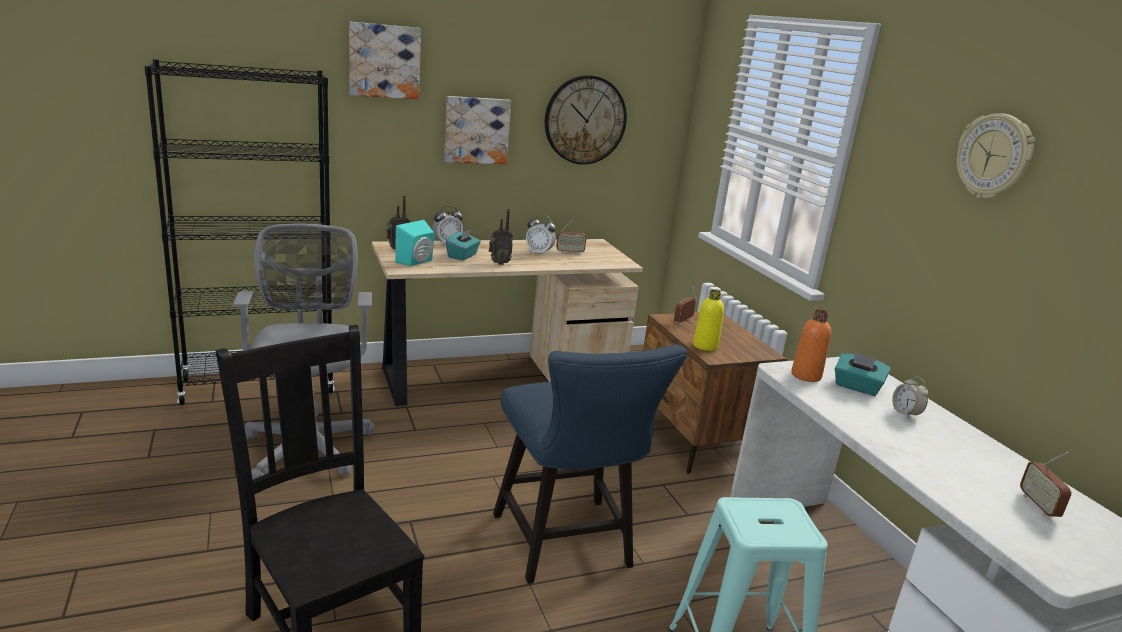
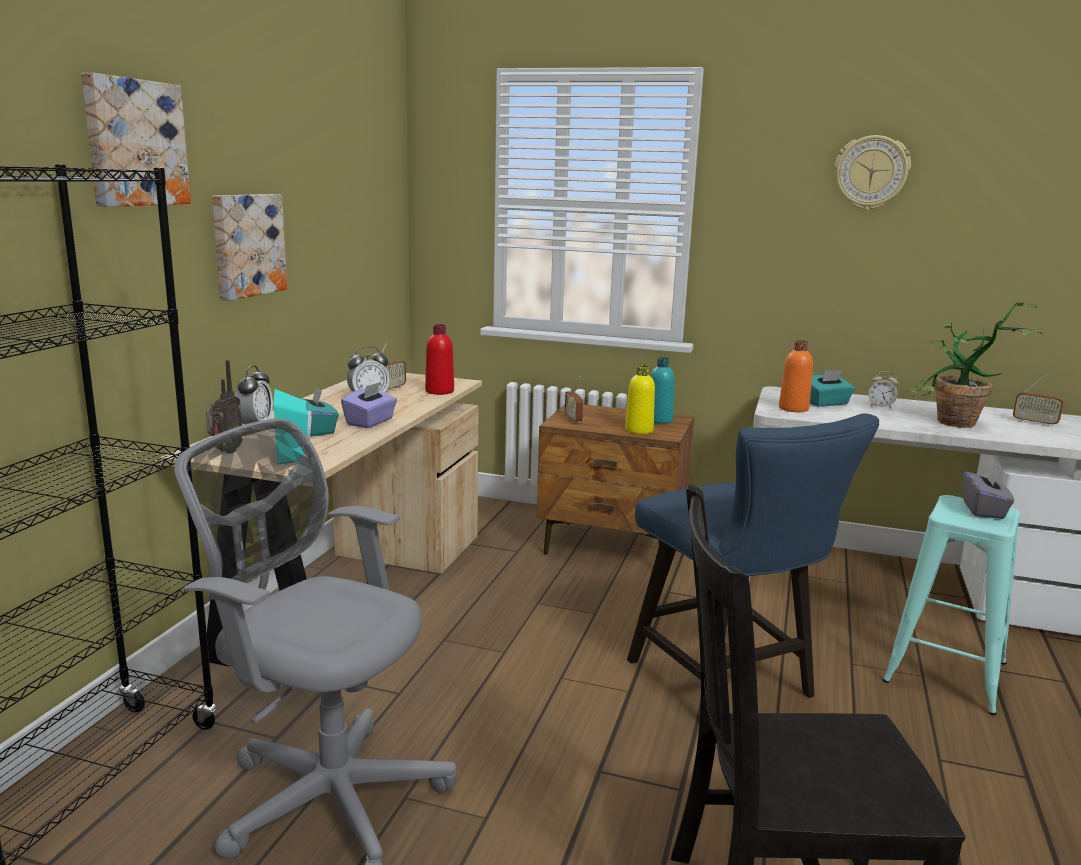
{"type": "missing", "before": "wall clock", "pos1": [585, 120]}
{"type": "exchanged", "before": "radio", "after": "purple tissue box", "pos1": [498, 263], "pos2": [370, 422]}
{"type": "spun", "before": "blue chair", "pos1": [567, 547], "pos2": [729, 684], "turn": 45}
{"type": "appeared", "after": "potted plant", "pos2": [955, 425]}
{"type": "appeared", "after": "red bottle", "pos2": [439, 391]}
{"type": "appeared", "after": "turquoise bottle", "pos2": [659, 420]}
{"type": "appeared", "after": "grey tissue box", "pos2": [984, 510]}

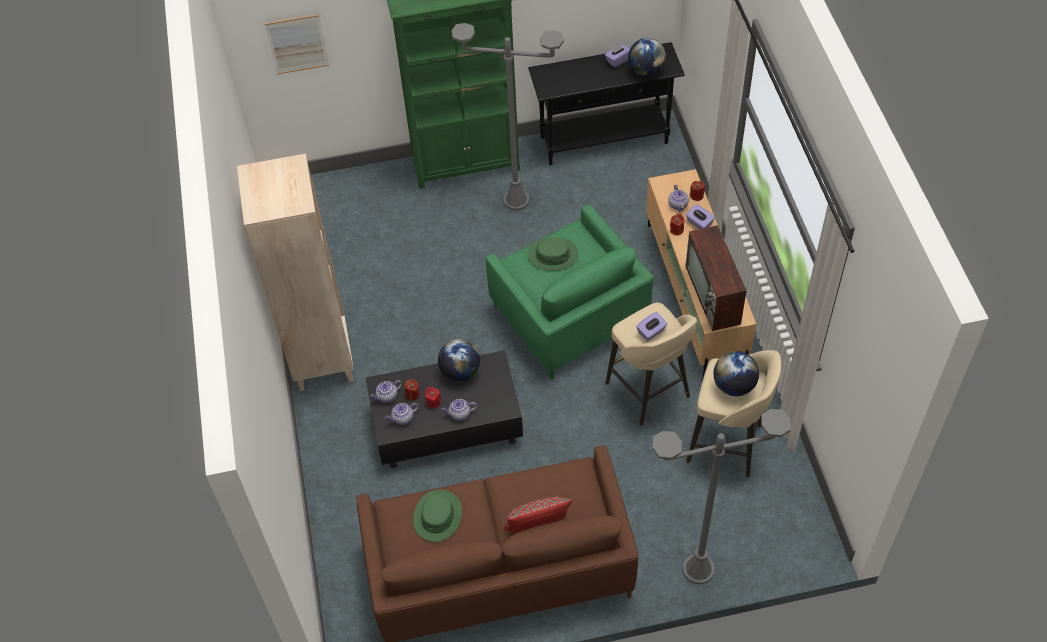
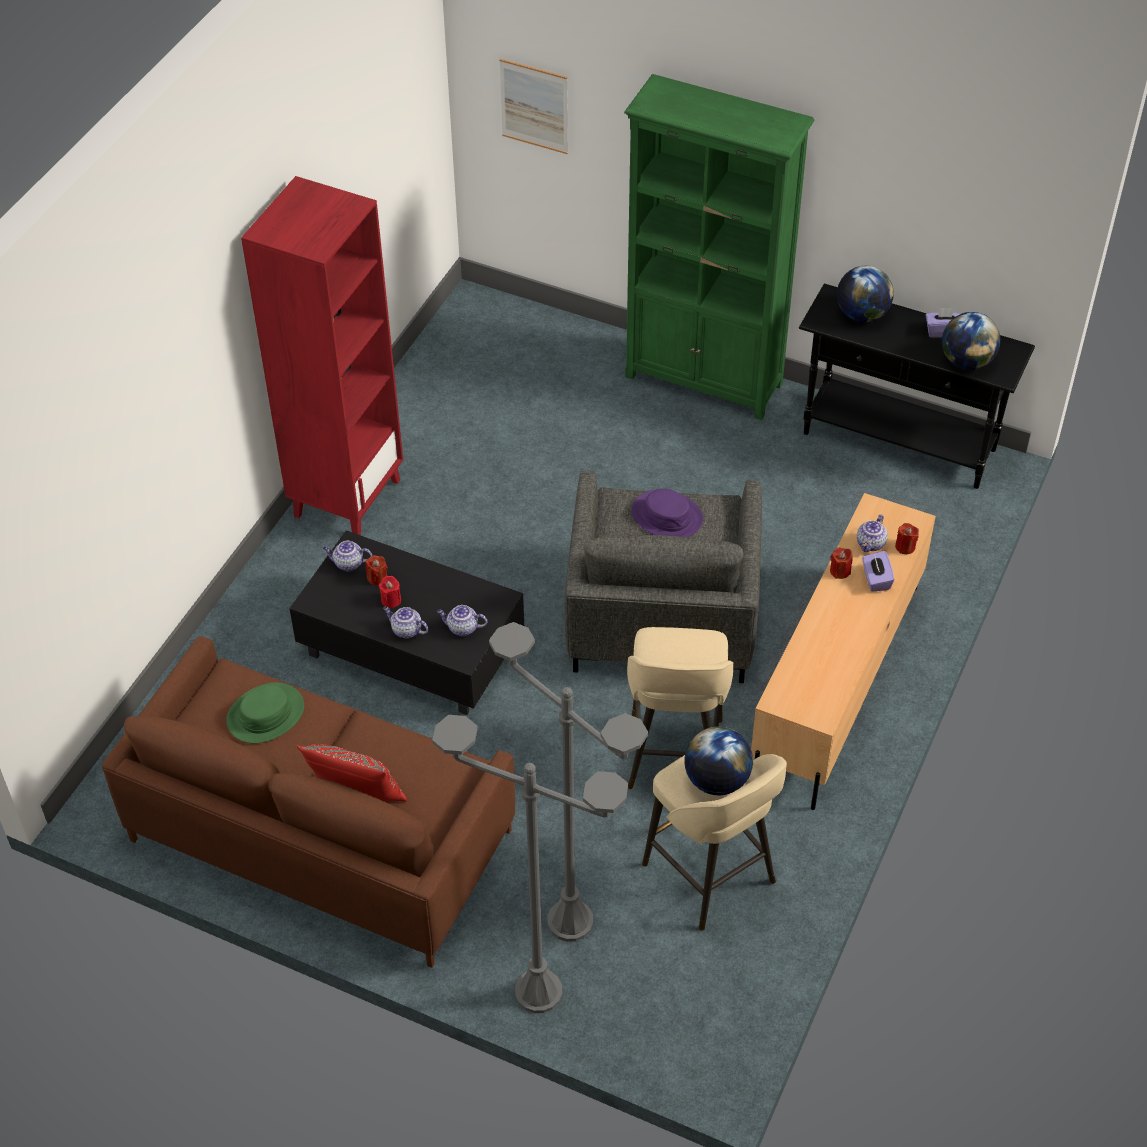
{"type": "relocated", "before": "grey floor lamp", "pos1": [516, 200], "pos2": [570, 921]}
{"type": "colour", "before": "beige bookcase", "after": "red bookcase", "pos1": [321, 359], "pos2": [347, 497]}
{"type": "colour", "before": "green armchair", "after": "grey armchair", "pos1": [568, 316], "pos2": [661, 615]}
{"type": "missing", "before": "television", "pos1": [713, 296]}
{"type": "colour", "before": "green hat", "after": "purple hat", "pos1": [552, 255], "pos2": [667, 516]}
{"type": "missing", "before": "purple tissue box", "pos1": [651, 332]}
{"type": "relocated", "before": "globe", "pos1": [460, 371], "pos2": [862, 315]}
{"type": "relocated", "before": "teapot", "pos1": [402, 418], "pos2": [462, 628]}

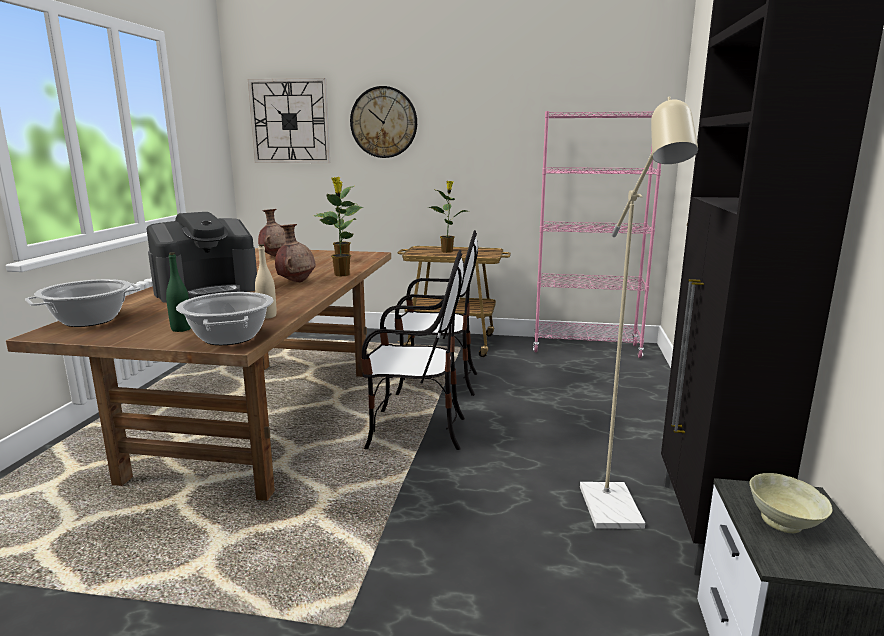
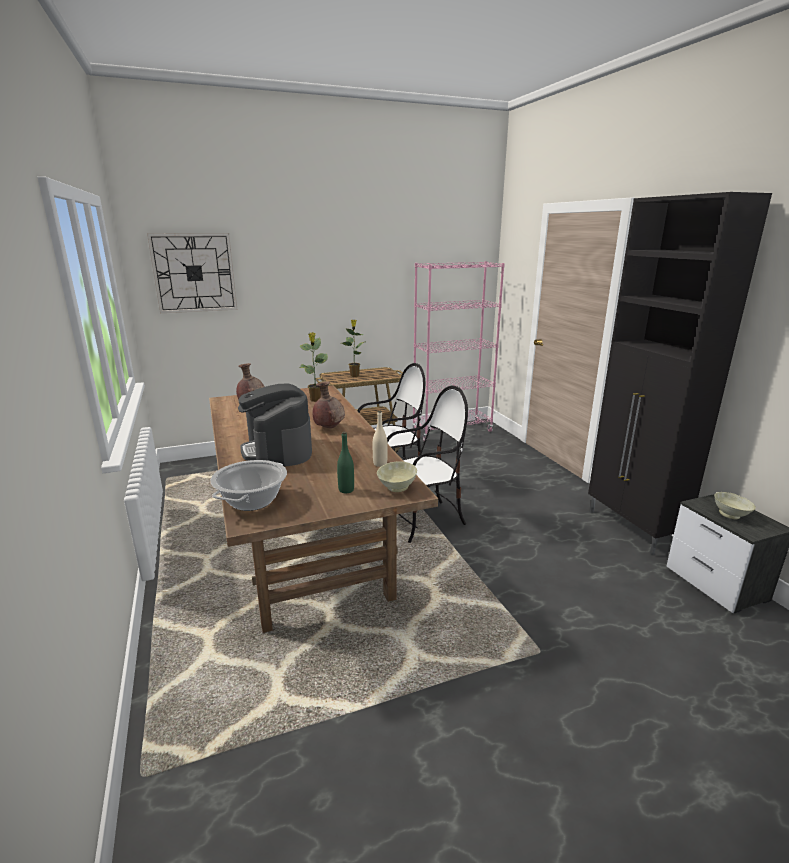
{"type": "missing", "before": "wall clock", "pos1": [384, 122]}
{"type": "missing", "before": "beige floor lamp", "pos1": [614, 515]}
{"type": "missing", "before": "potted plant", "pos1": [342, 274]}
{"type": "spun", "before": "coffee machine", "pos1": [207, 290], "pos2": [278, 450], "turn": 135}
{"type": "exchanged", "before": "cooking pot", "after": "beige bowl", "pos1": [229, 337], "pos2": [396, 488]}

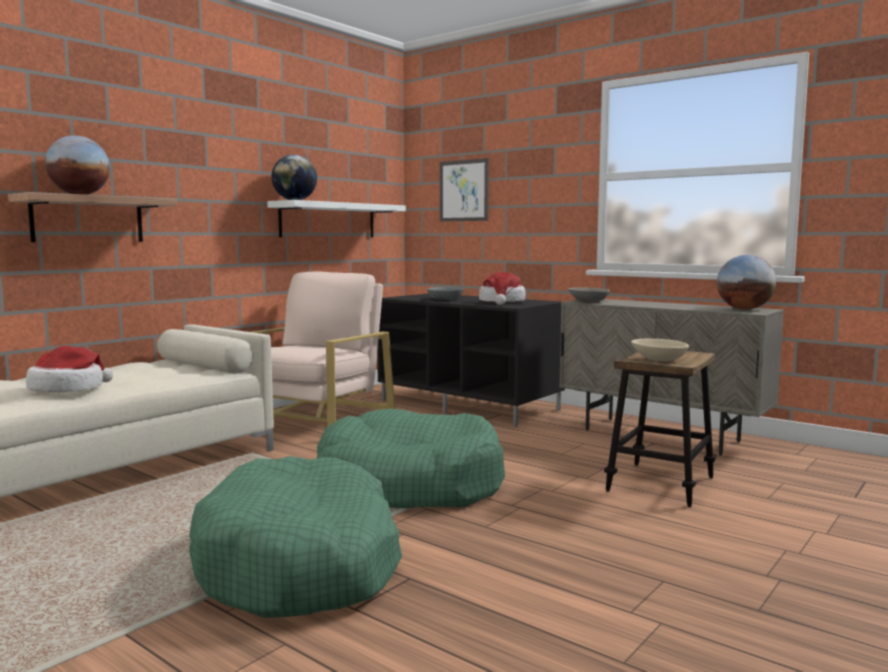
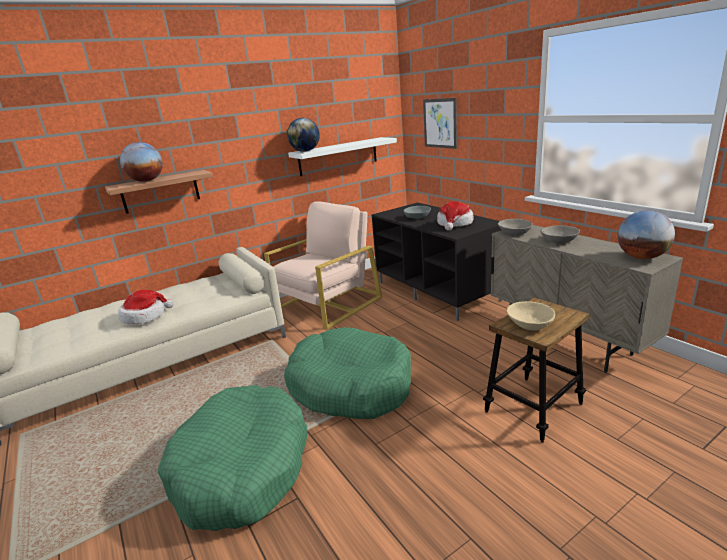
{"type": "appeared", "after": "grey bowl", "pos2": [559, 240]}

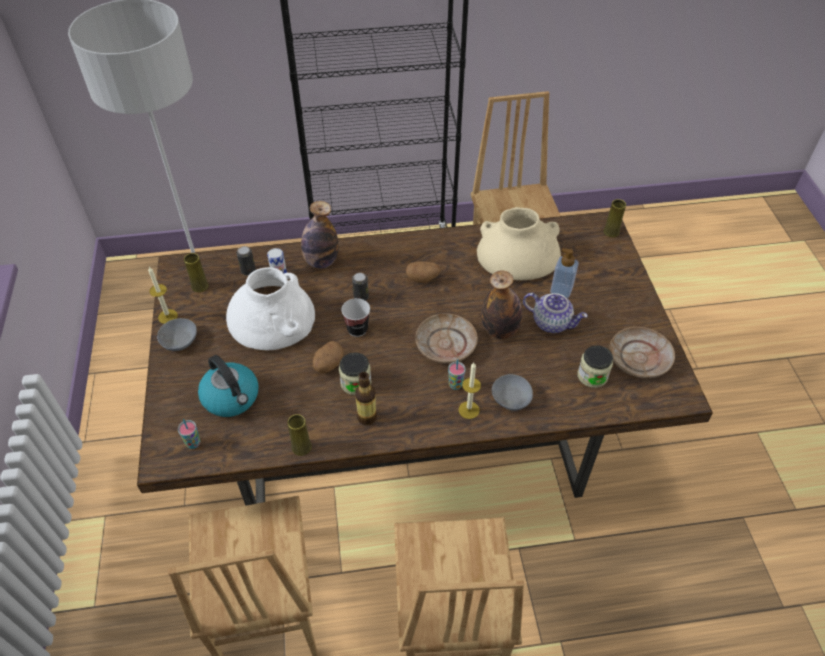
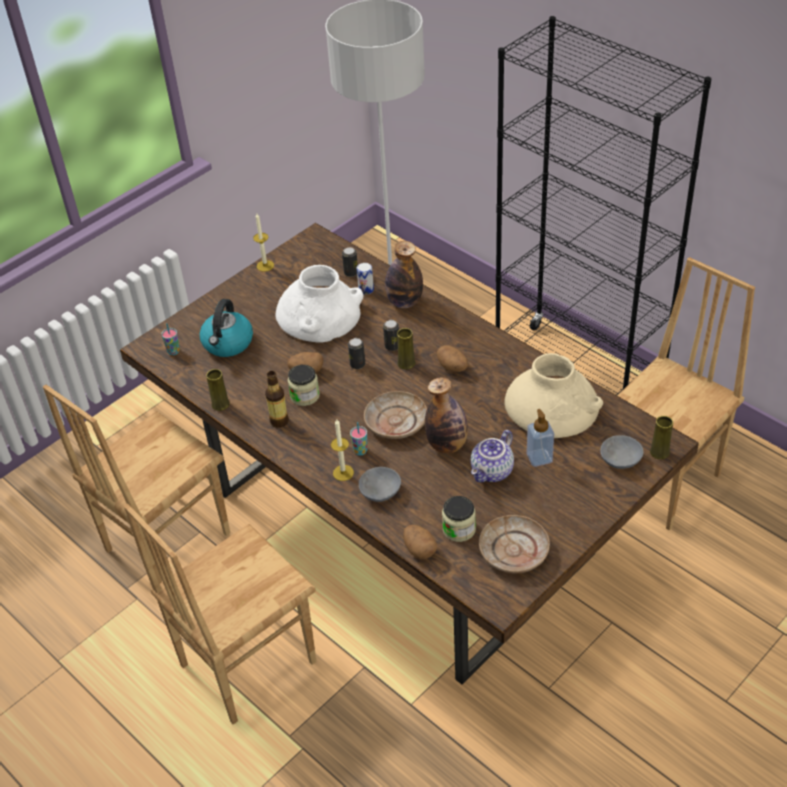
{"type": "relocated", "before": "yellow vase", "pos1": [200, 286], "pos2": [406, 363]}
{"type": "spun", "before": "teapot", "pos1": [552, 322], "pos2": [492, 472], "turn": 45}
{"type": "exchanged", "before": "cup", "after": "can", "pos1": [357, 329], "pos2": [357, 364]}
{"type": "relocated", "before": "grey bowl", "pos1": [180, 341], "pos2": [620, 460]}
{"type": "appeared", "after": "potato", "pos2": [420, 549]}

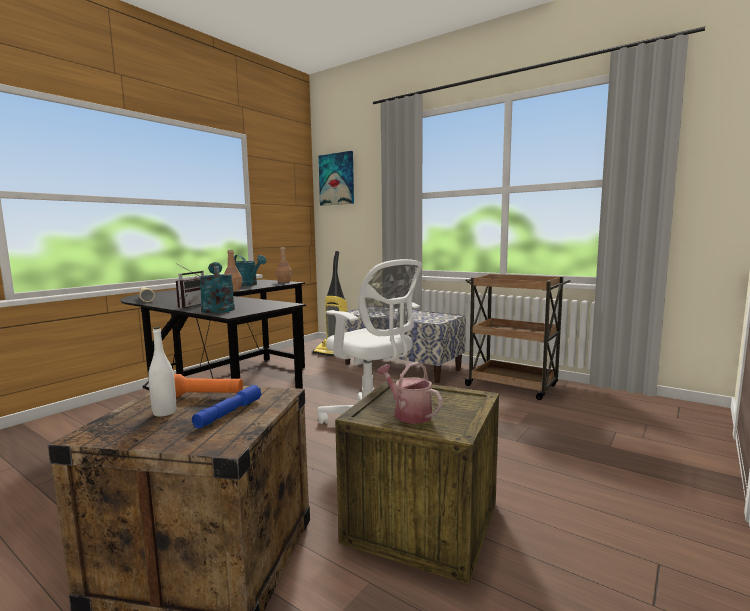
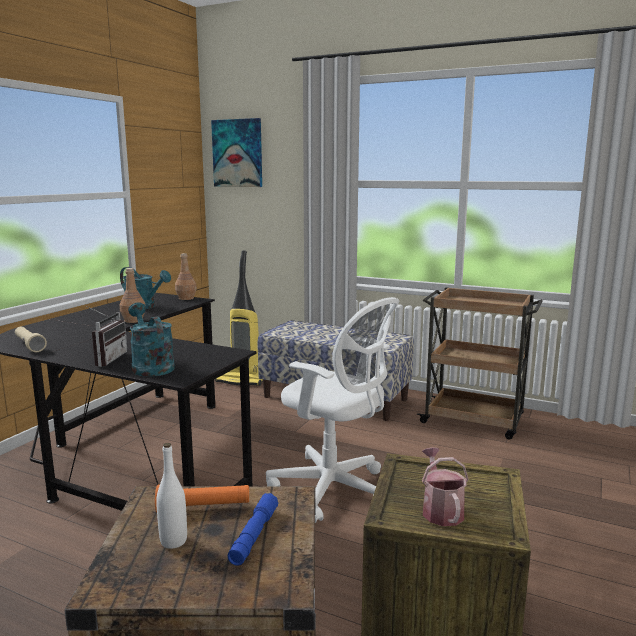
{"type": "spun", "before": "watering can", "pos1": [408, 414], "pos2": [440, 510], "turn": 45}

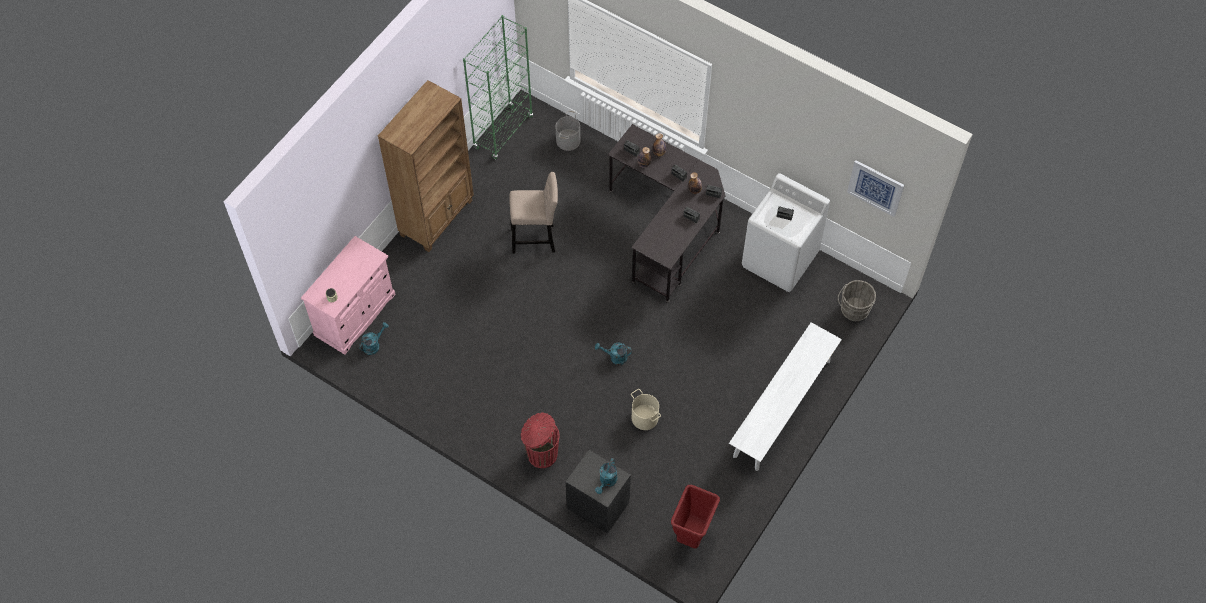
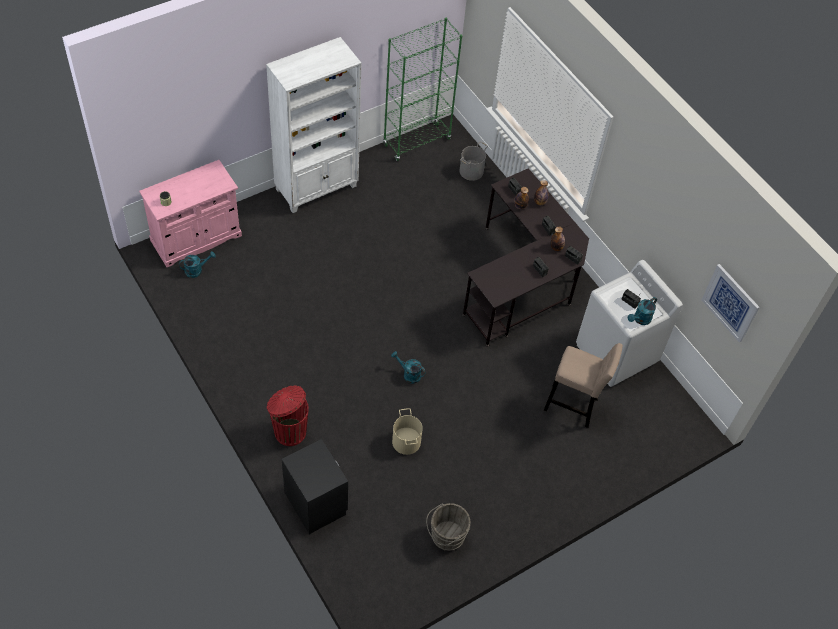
{"type": "colour", "before": "brown bookcase", "after": "white bookcase", "pos1": [437, 217], "pos2": [317, 188]}
{"type": "relocated", "before": "beige stool", "pos1": [536, 239], "pos2": [574, 406]}
{"type": "relocated", "before": "grey bucket", "pos1": [853, 311], "pos2": [446, 536]}
{"type": "missing", "before": "white bench", "pos1": [782, 408]}
{"type": "relocated", "before": "turquoise watering can", "pos1": [607, 482], "pos2": [640, 319]}
{"type": "missing", "before": "red trash can", "pos1": [692, 535]}

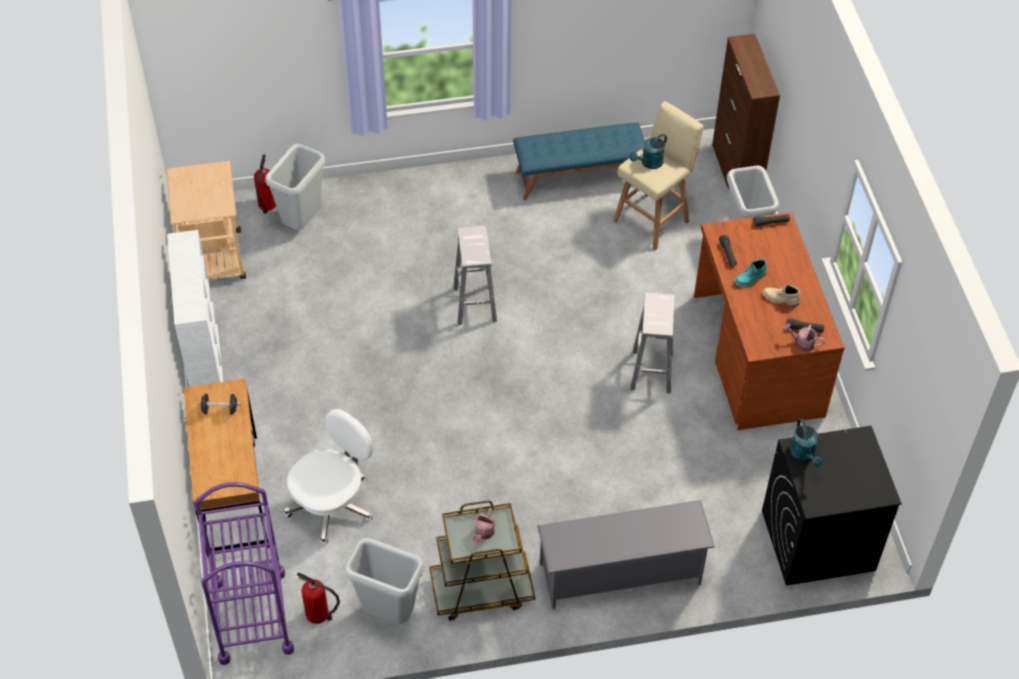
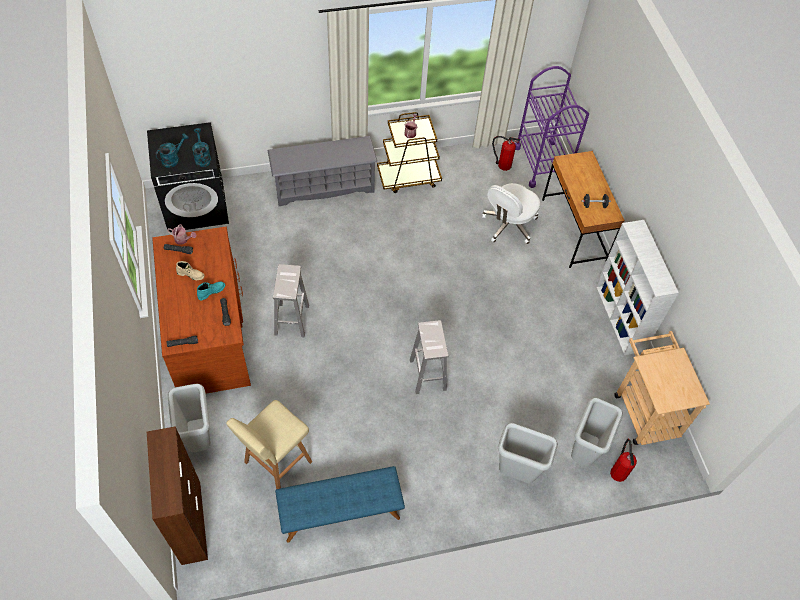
{"type": "relocated", "before": "turquoise watering can", "pos1": [649, 163], "pos2": [173, 159]}
{"type": "relocated", "before": "grey trash can", "pos1": [389, 613], "pos2": [515, 473]}

